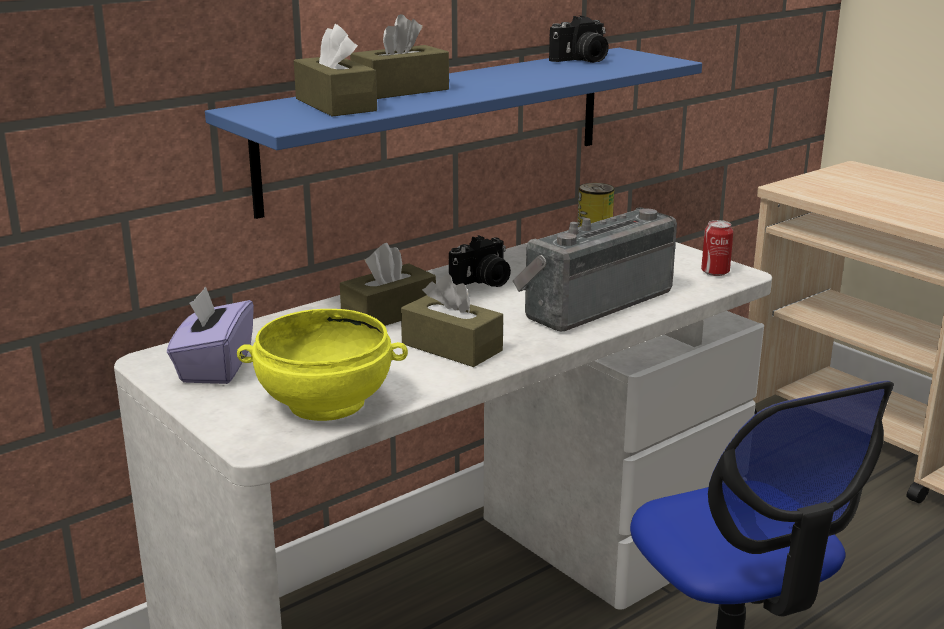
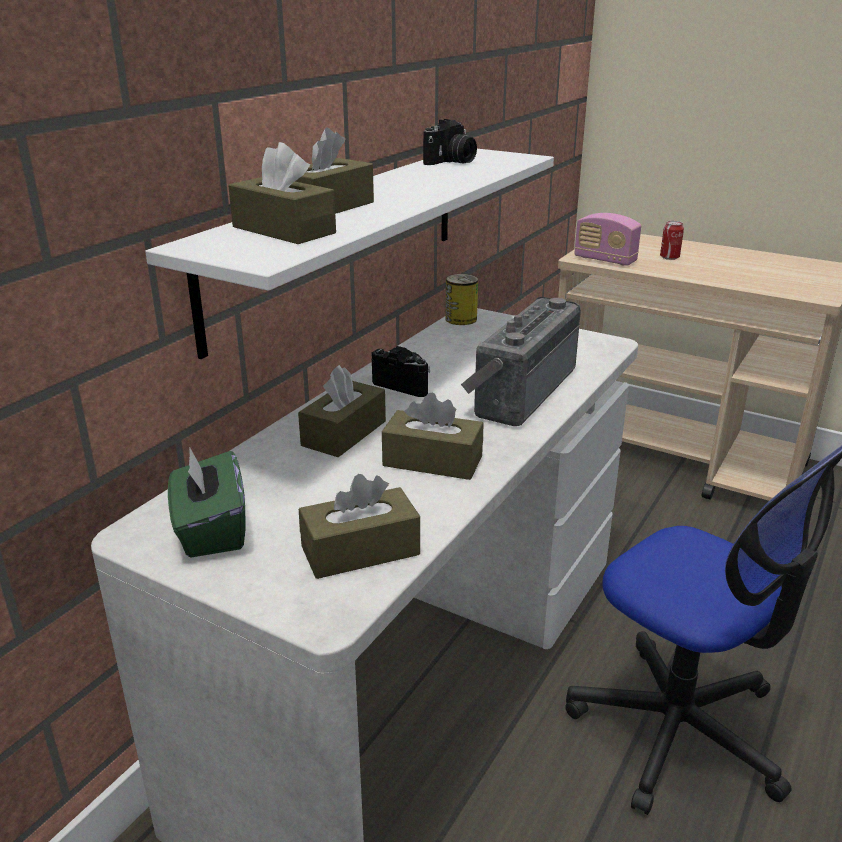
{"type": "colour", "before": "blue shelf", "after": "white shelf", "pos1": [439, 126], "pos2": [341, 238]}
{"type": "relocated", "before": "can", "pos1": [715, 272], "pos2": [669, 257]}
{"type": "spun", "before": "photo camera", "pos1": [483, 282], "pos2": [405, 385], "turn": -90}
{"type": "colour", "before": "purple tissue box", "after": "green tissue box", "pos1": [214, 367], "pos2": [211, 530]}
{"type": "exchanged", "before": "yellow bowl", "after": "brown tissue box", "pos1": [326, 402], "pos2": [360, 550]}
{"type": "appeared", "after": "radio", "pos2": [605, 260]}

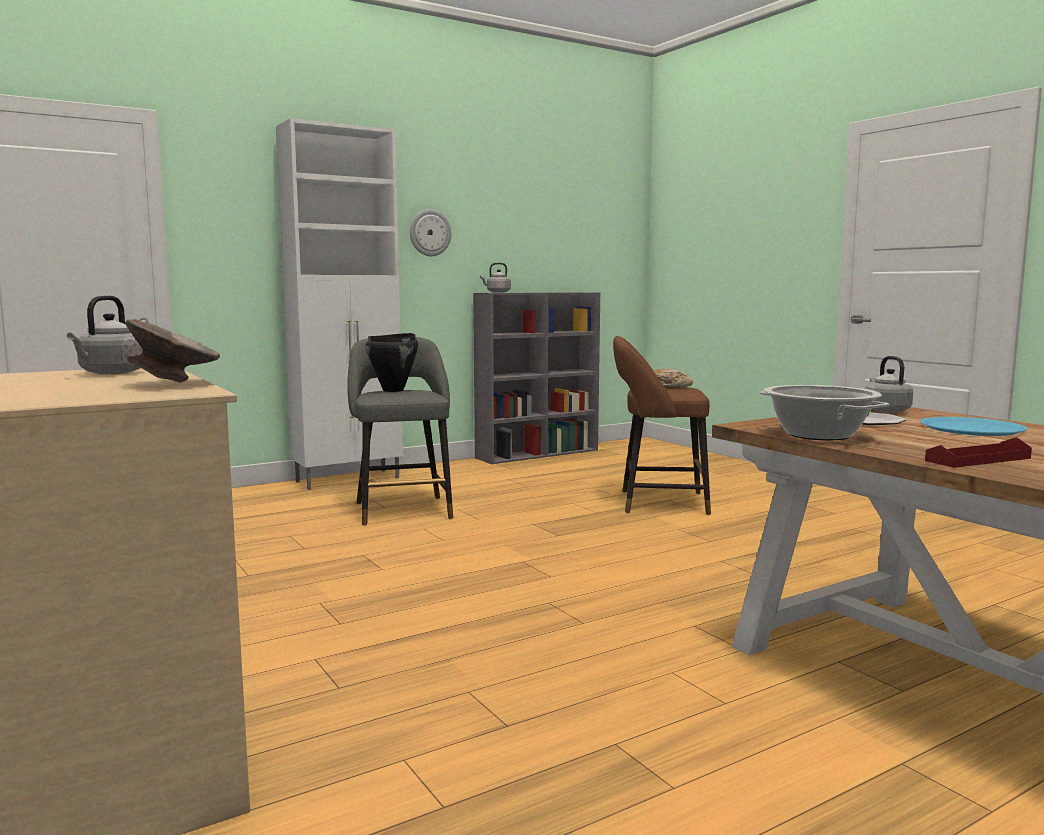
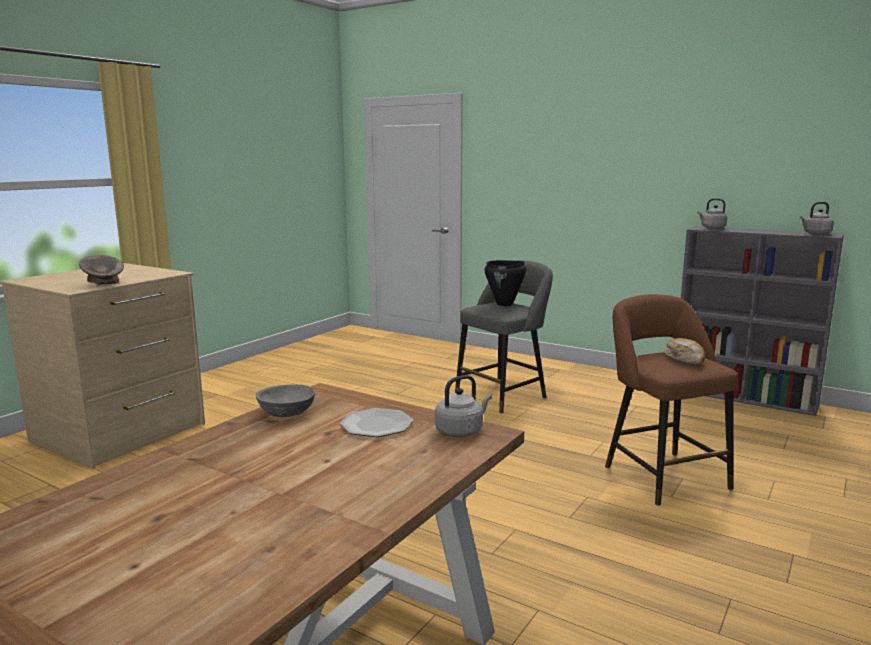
{"type": "missing", "before": "white cabinet", "pos1": [349, 479]}
{"type": "missing", "before": "wall clock", "pos1": [430, 233]}
{"type": "relocated", "before": "grey kettle", "pos1": [110, 373], "pos2": [816, 234]}
{"type": "exchanged", "before": "cooking pot", "after": "grey bowl", "pos1": [819, 435], "pos2": [286, 413]}
{"type": "missing", "before": "blue plate", "pos1": [971, 428]}
{"type": "missing", "before": "red tray", "pos1": [978, 459]}

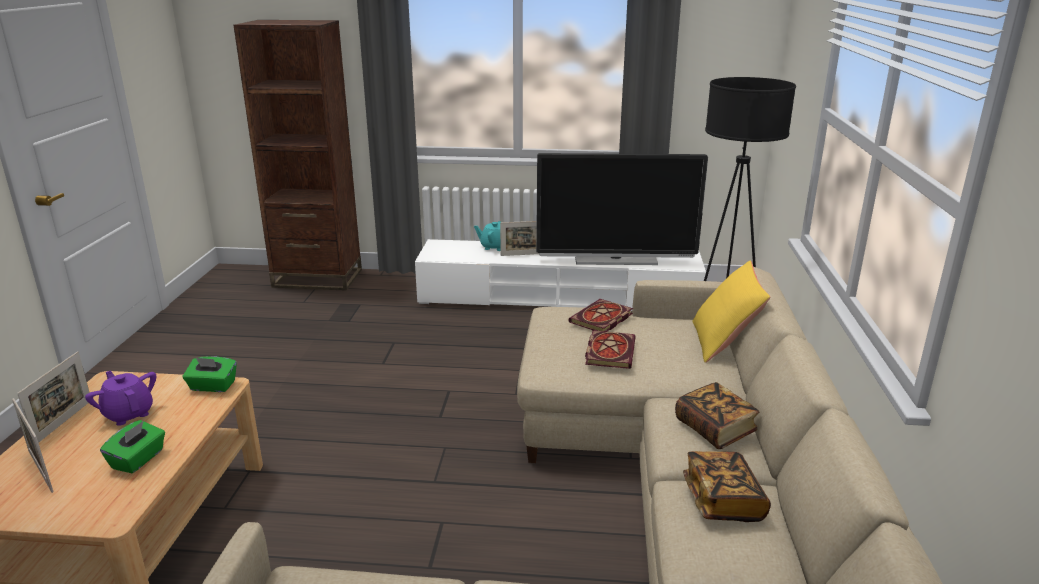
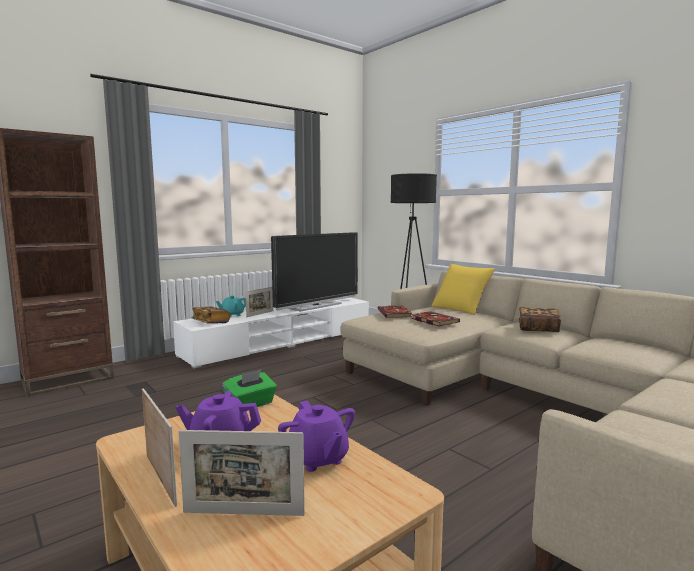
{"type": "exchanged", "before": "green tissue box", "after": "purple teapot", "pos1": [138, 459], "pos2": [318, 459]}
{"type": "relocated", "before": "book", "pos1": [722, 501], "pos2": [210, 322]}

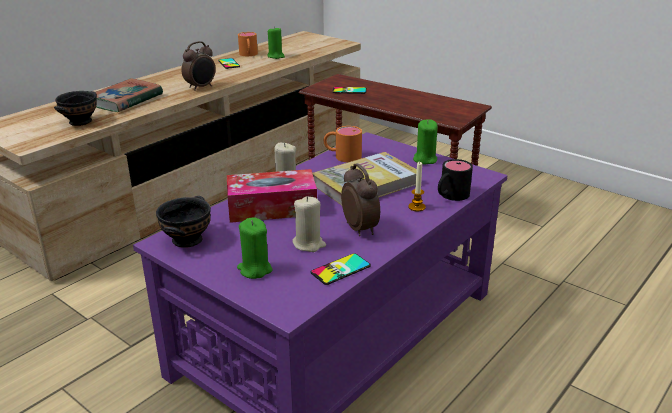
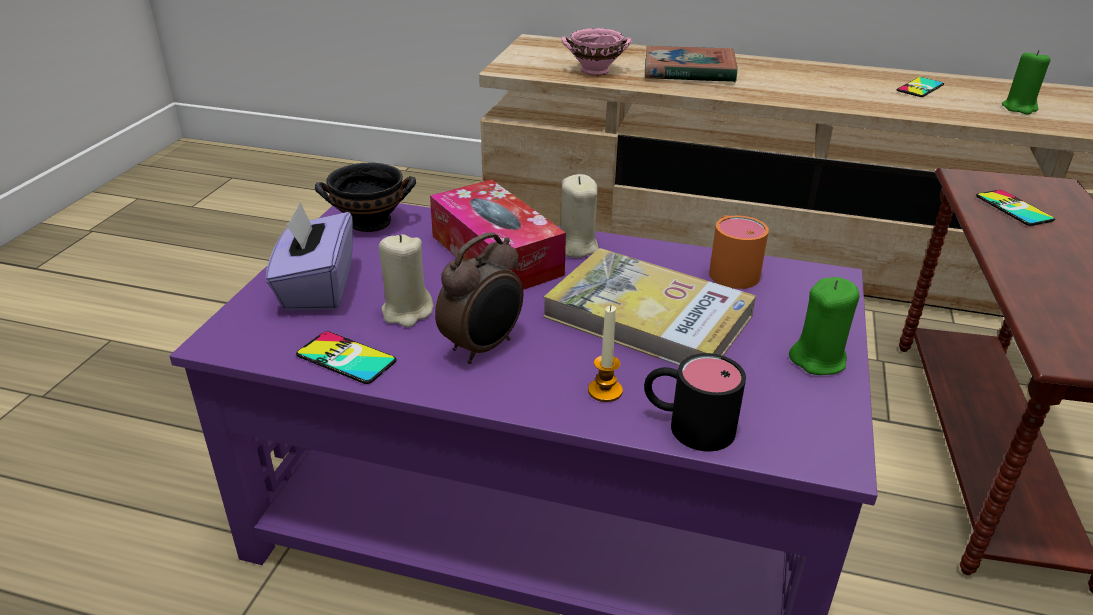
{"type": "missing", "before": "orange mug", "pos1": [248, 55]}
{"type": "missing", "before": "alarm clock", "pos1": [201, 87]}
{"type": "colour", "before": "black bowl", "after": "pink bowl", "pos1": [79, 122], "pos2": [594, 70]}
{"type": "exchanged", "before": "green candle", "after": "purple tissue box", "pos1": [255, 269], "pos2": [317, 288]}

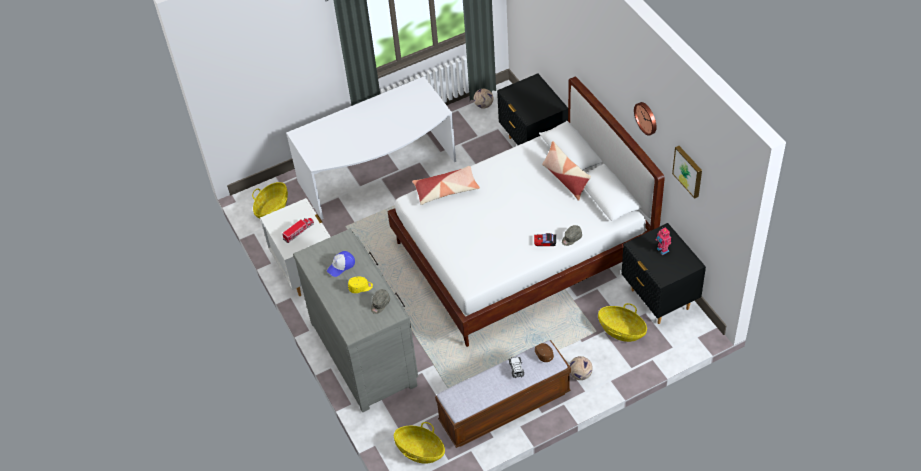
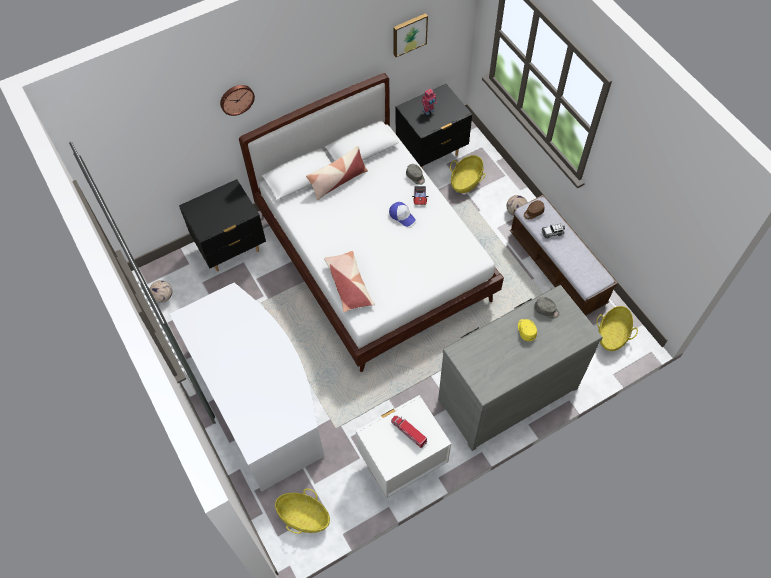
{"type": "relocated", "before": "wall clock", "pos1": [646, 118], "pos2": [236, 99]}
{"type": "relocated", "before": "cap", "pos1": [341, 266], "pos2": [402, 215]}

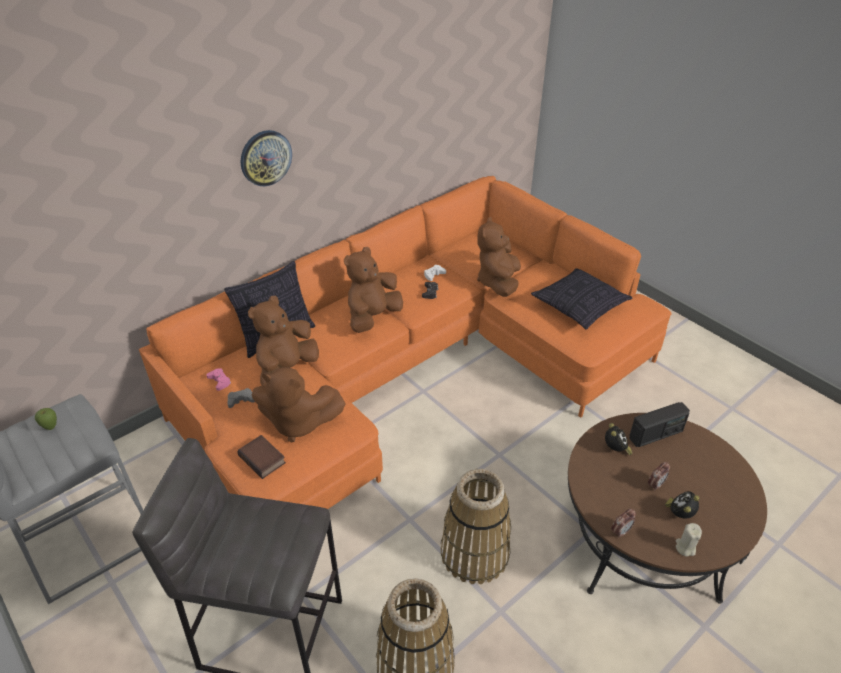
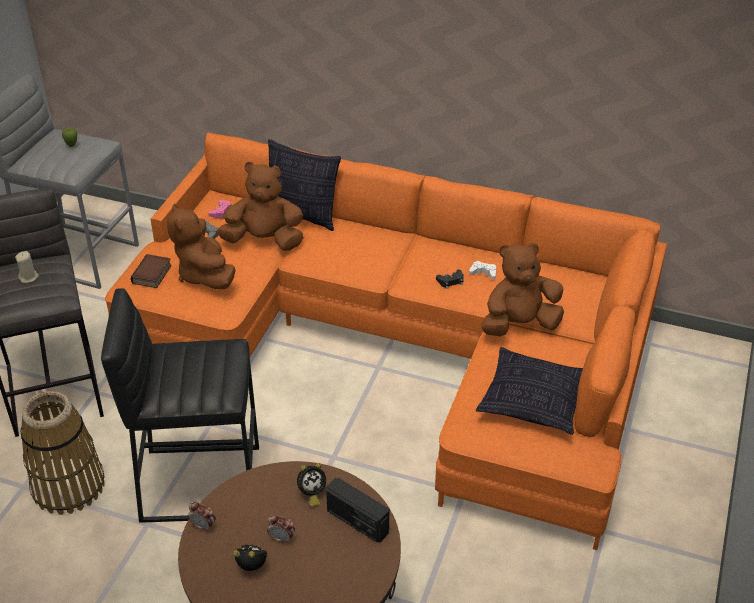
{"type": "missing", "before": "wall clock", "pos1": [265, 158]}
{"type": "missing", "before": "brown plush toy", "pos1": [373, 317]}
{"type": "exchanged", "before": "basket", "after": "black stool", "pos1": [474, 553], "pos2": [199, 482]}
{"type": "relocated", "before": "beige candle", "pos1": [685, 547], "pos2": [29, 277]}

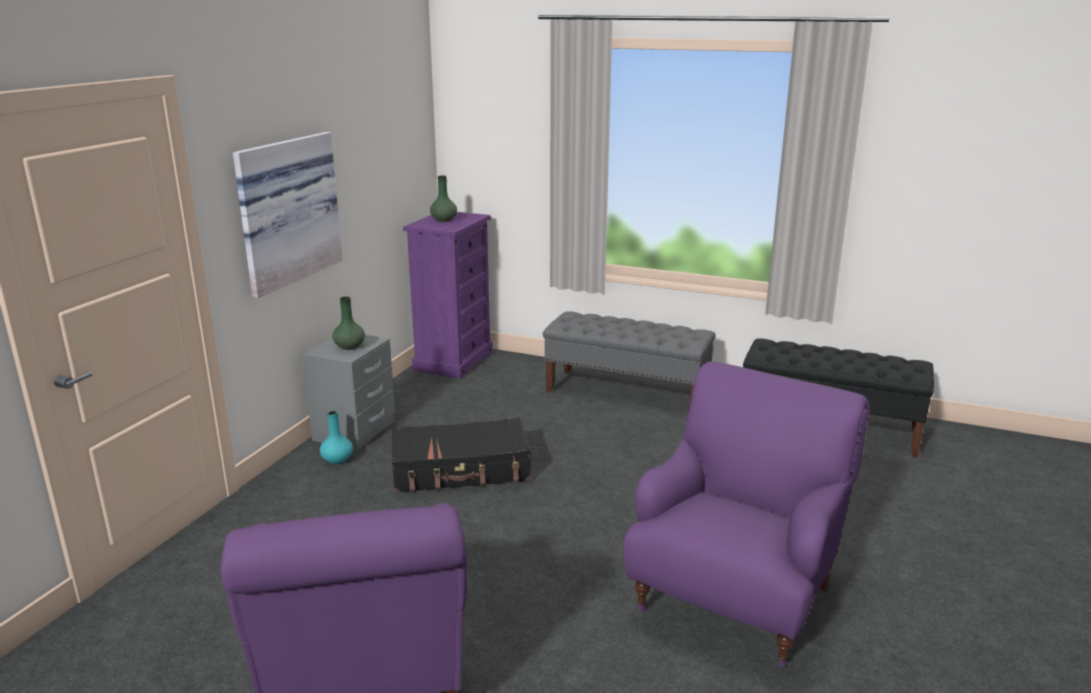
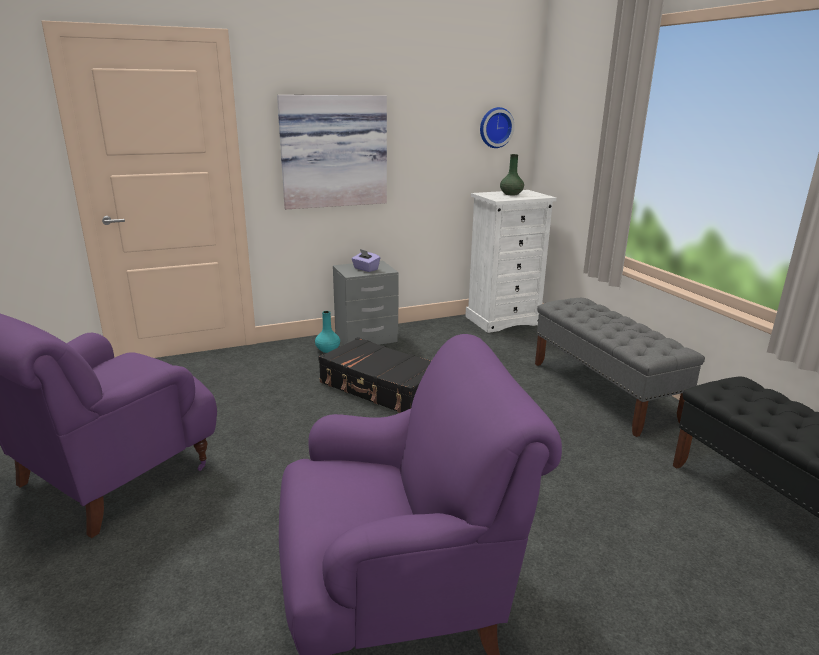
{"type": "colour", "before": "purple dresser", "after": "white dresser", "pos1": [453, 361], "pos2": [503, 320]}
{"type": "exchanged", "before": "green vase", "after": "purple tissue box", "pos1": [350, 346], "pos2": [365, 269]}
{"type": "appeared", "after": "wall clock", "pos2": [495, 127]}

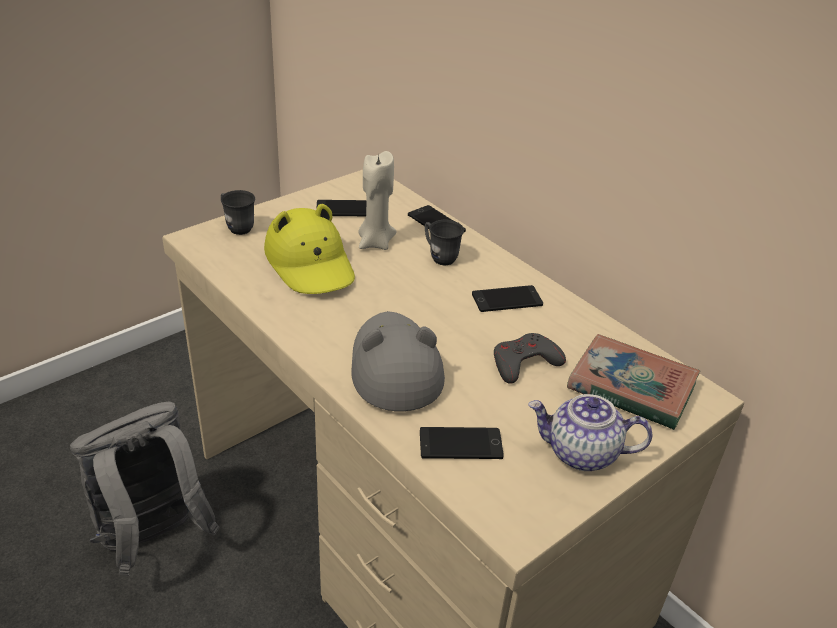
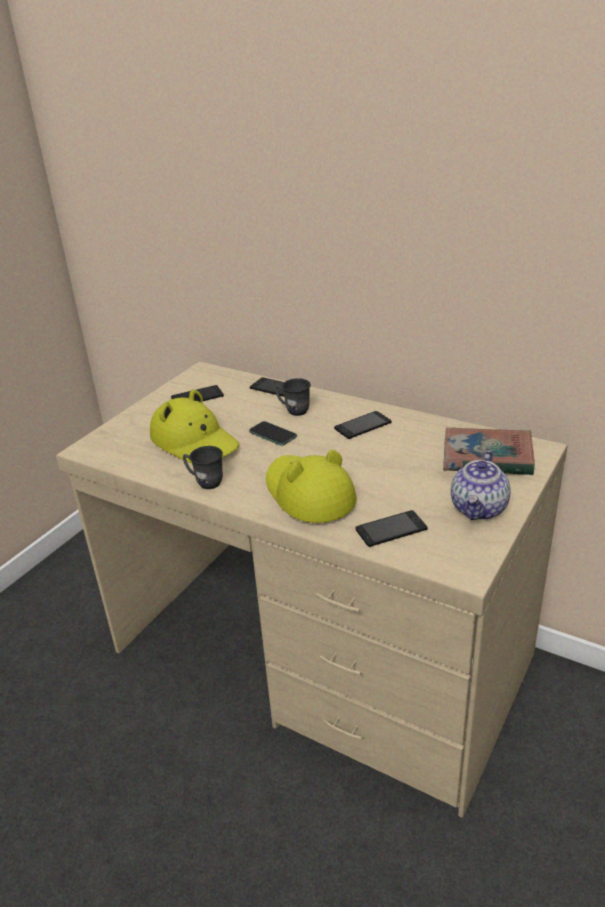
{"type": "missing", "before": "beige candle", "pos1": [375, 242]}
{"type": "relocated", "before": "grey mug", "pos1": [237, 226], "pos2": [205, 482]}
{"type": "colour", "before": "grey hat", "after": "yellow hat", "pos1": [394, 367], "pos2": [308, 493]}
{"type": "missing", "before": "grey game controller", "pos1": [524, 363]}
{"type": "spun", "before": "teapot", "pos1": [581, 453], "pos2": [479, 509], "turn": -60}
{"type": "missing", "before": "grey backpack", "pos1": [153, 539]}
{"type": "appeared", "after": "phone", "pos2": [272, 434]}

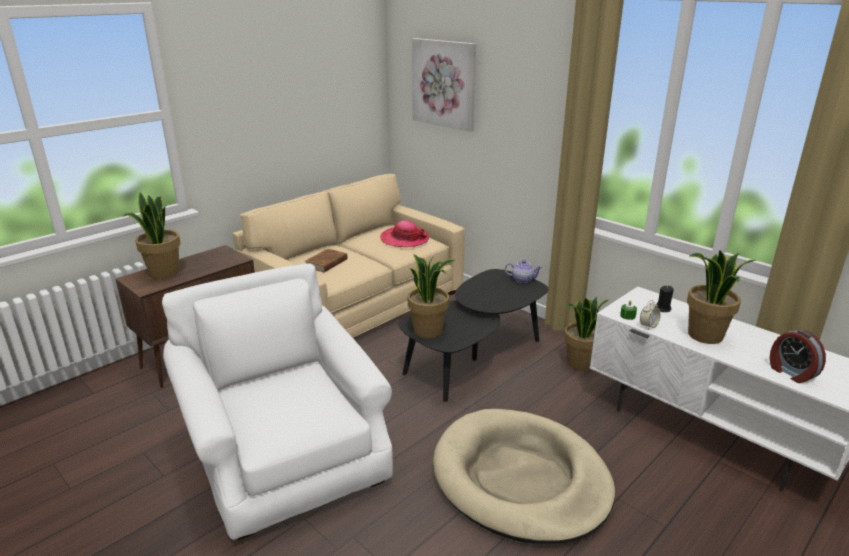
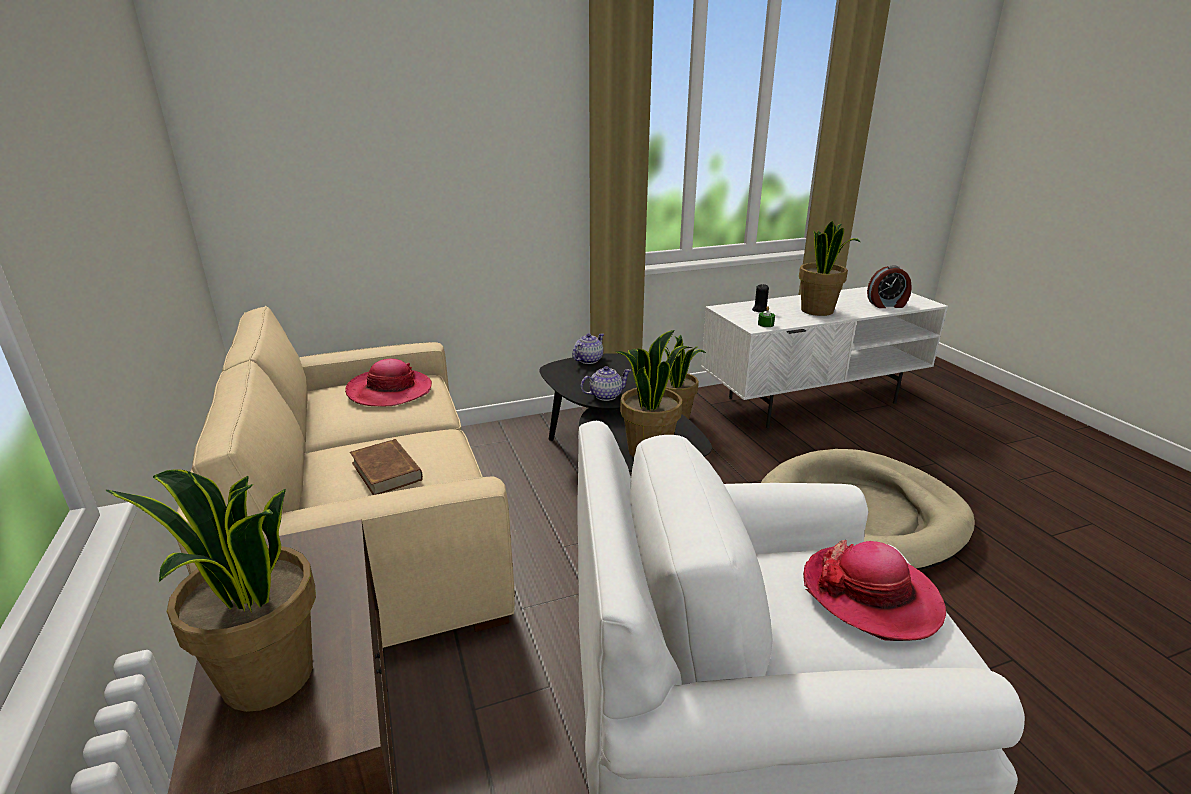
{"type": "missing", "before": "picture", "pos1": [444, 83]}
{"type": "missing", "before": "alarm clock", "pos1": [648, 326]}
{"type": "appeared", "after": "teapot", "pos2": [605, 396]}
{"type": "appeared", "after": "hat", "pos2": [871, 595]}

